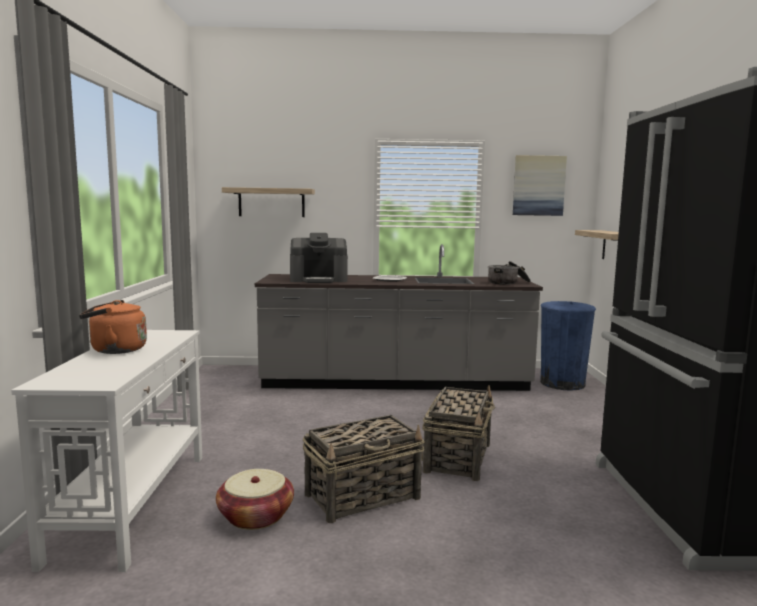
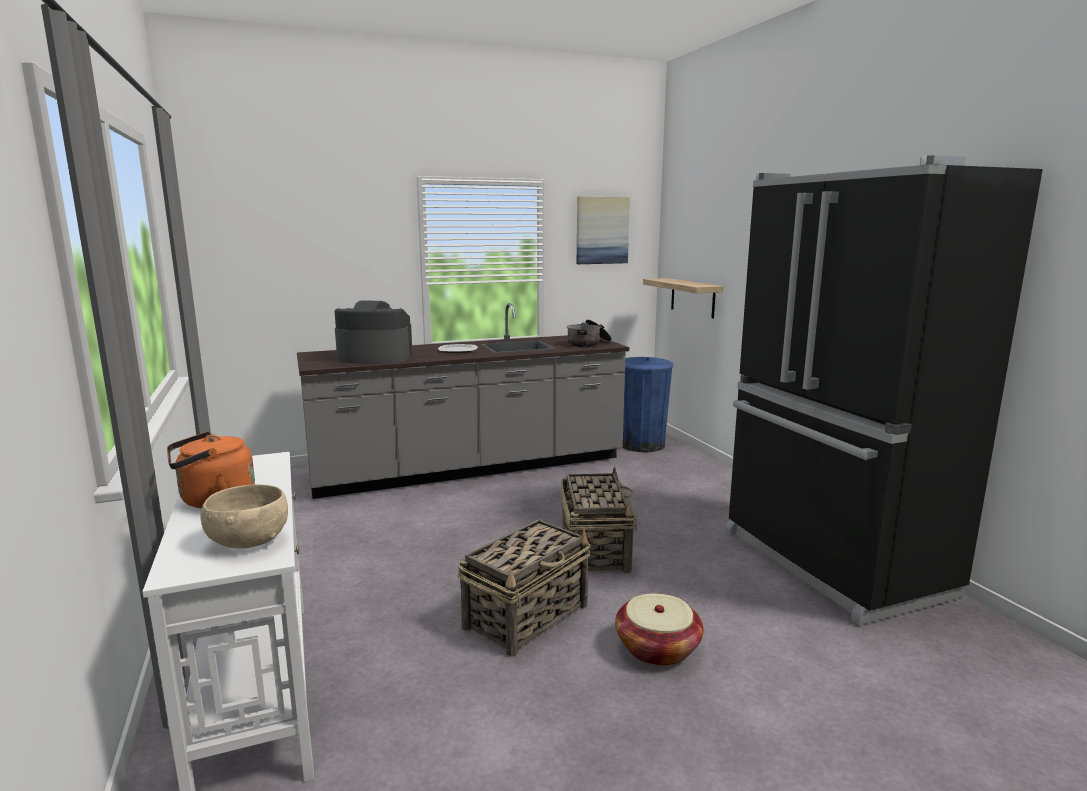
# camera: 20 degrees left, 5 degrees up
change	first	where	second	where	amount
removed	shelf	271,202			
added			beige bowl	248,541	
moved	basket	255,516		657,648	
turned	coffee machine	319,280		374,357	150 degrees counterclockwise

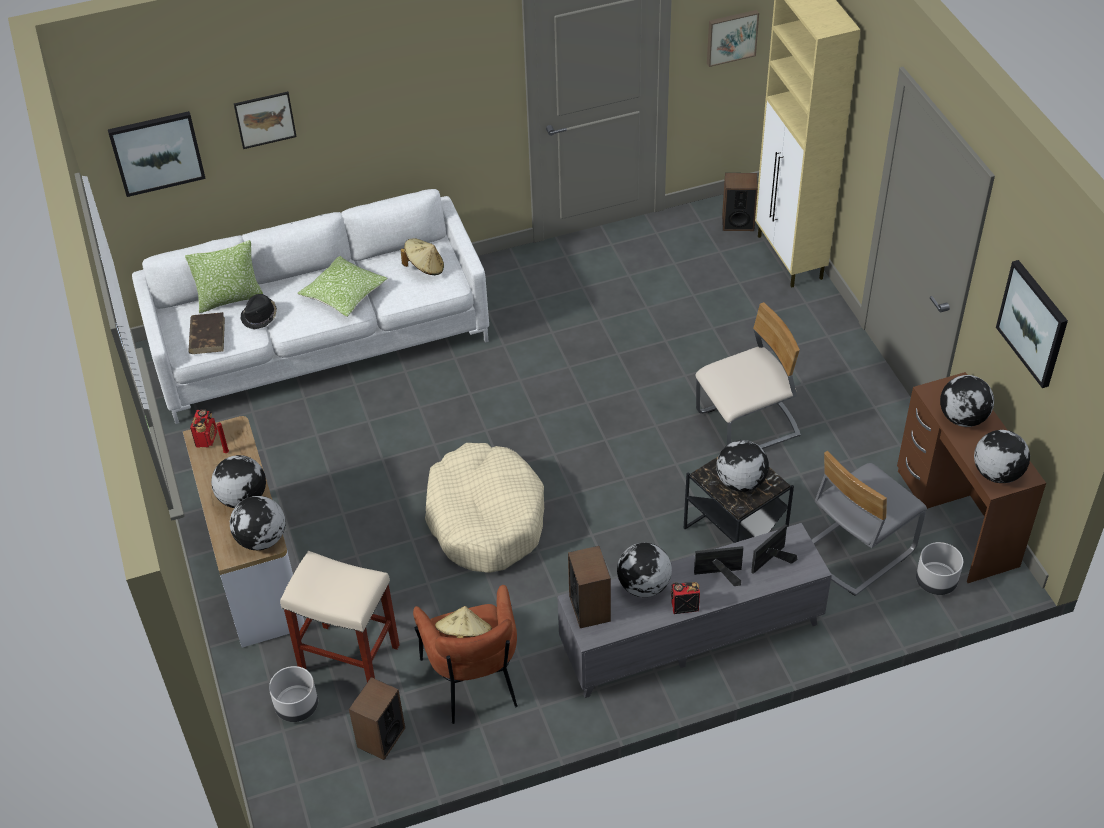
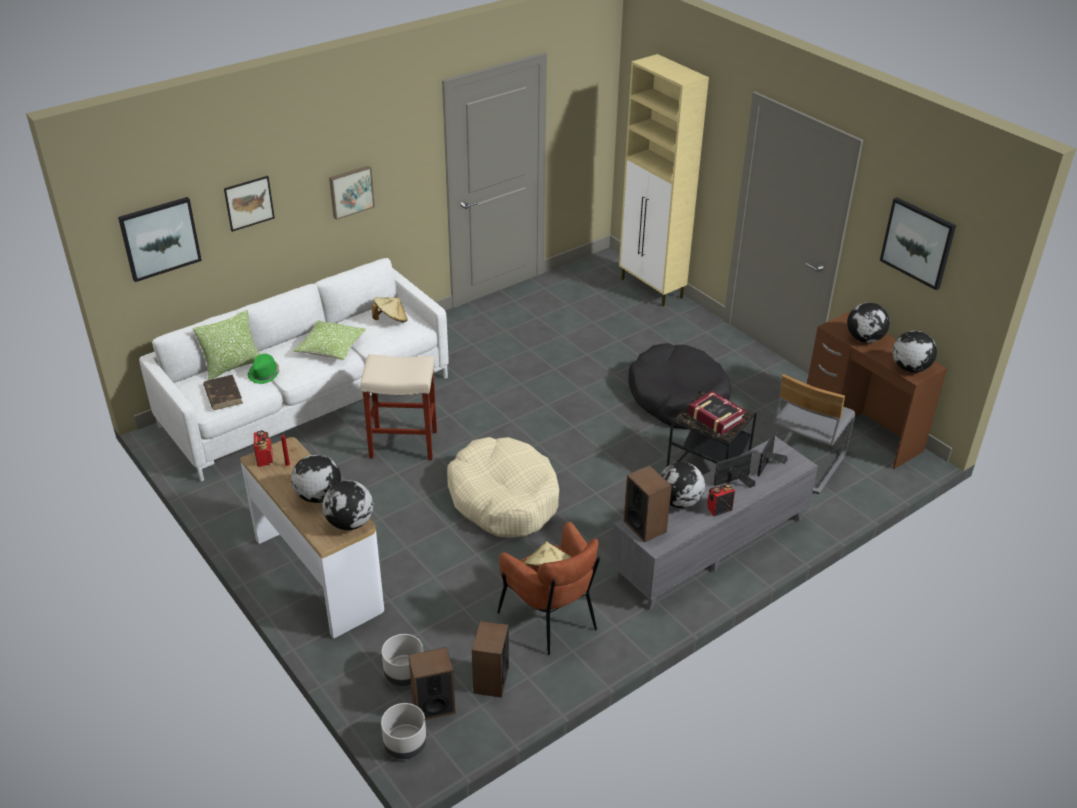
# camera: 20 degrees left, 10 degrees down
change	first	where	second	where	amount
moved	beige stool	348,658		402,444	
moved	picture	731,36		351,191	
moved	speaker	737,222		433,705	
moved	grey planter	935,581		405,745	
replaced	beige chair	748,426	black dog bed	678,398	
replaced	globe	740,482	book	715,417	
recoloured	black hat	260,316	green hat	264,374	

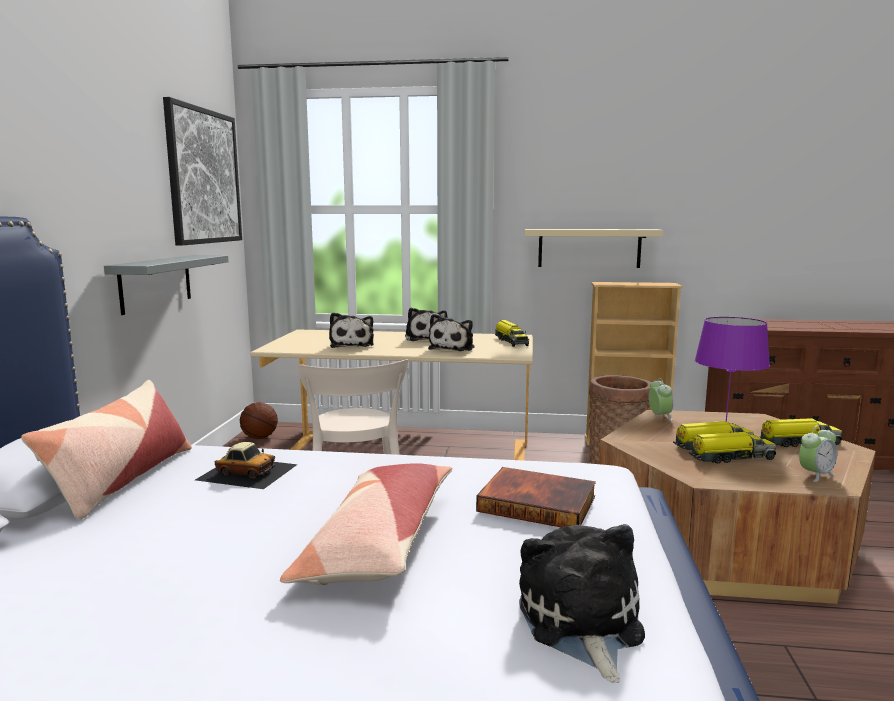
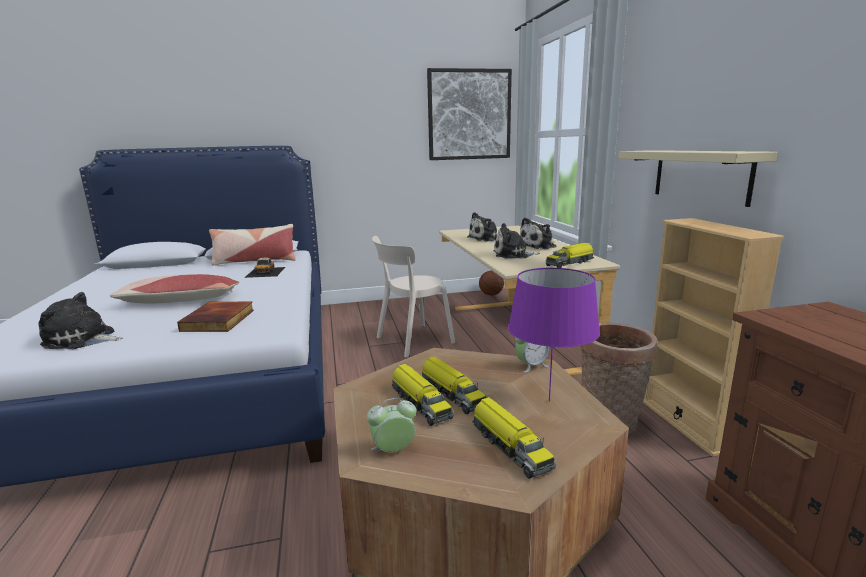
# camera: 70 degrees right, 5 degrees up
change	first	where	second	where	amount
removed	grey shelf	156,283			
turned	plush toy	581,623		82,339	150 degrees counterclockwise
turned	alarm clock	815,475		393,451	120 degrees clockwise

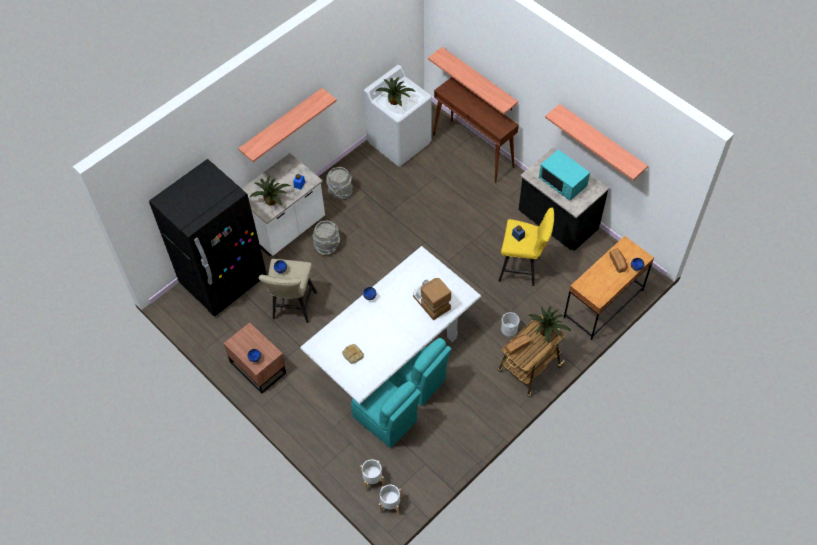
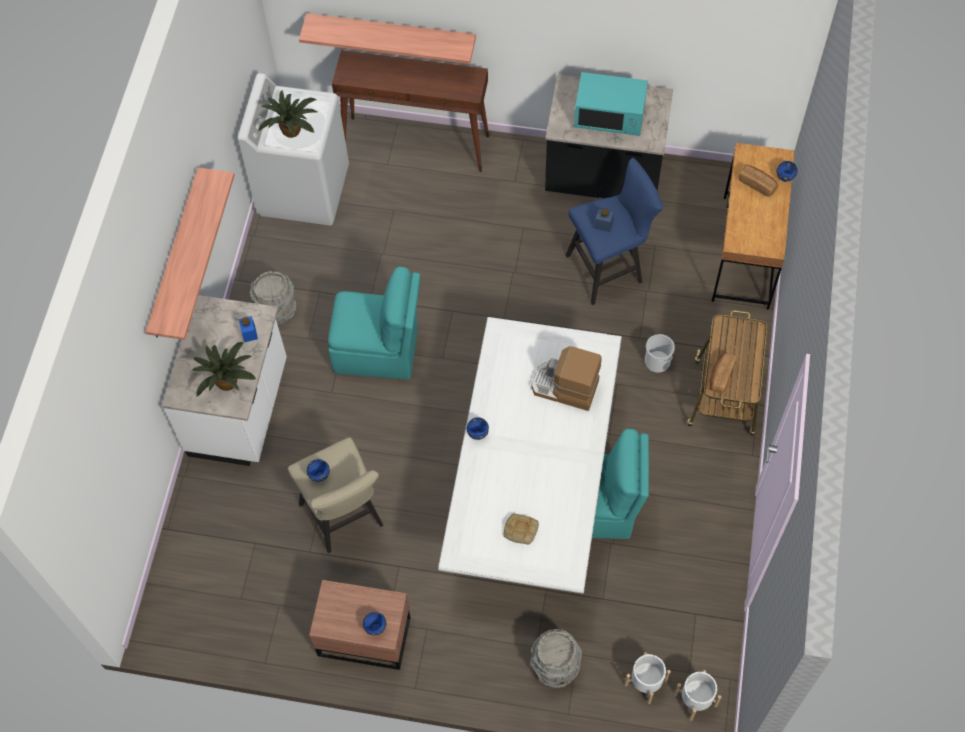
# camera: 35 degrees left, 5 degrees up
change	first	where	second	where	amount
removed	black fridge	224,281			
removed	potted plant	547,331			
removed	shelf	601,140			
moved	grey bucket	327,245		555,665	
moved	turquoise chair	386,420		378,351	
recoloured	yellow stool	522,269	blue stool	609,268	

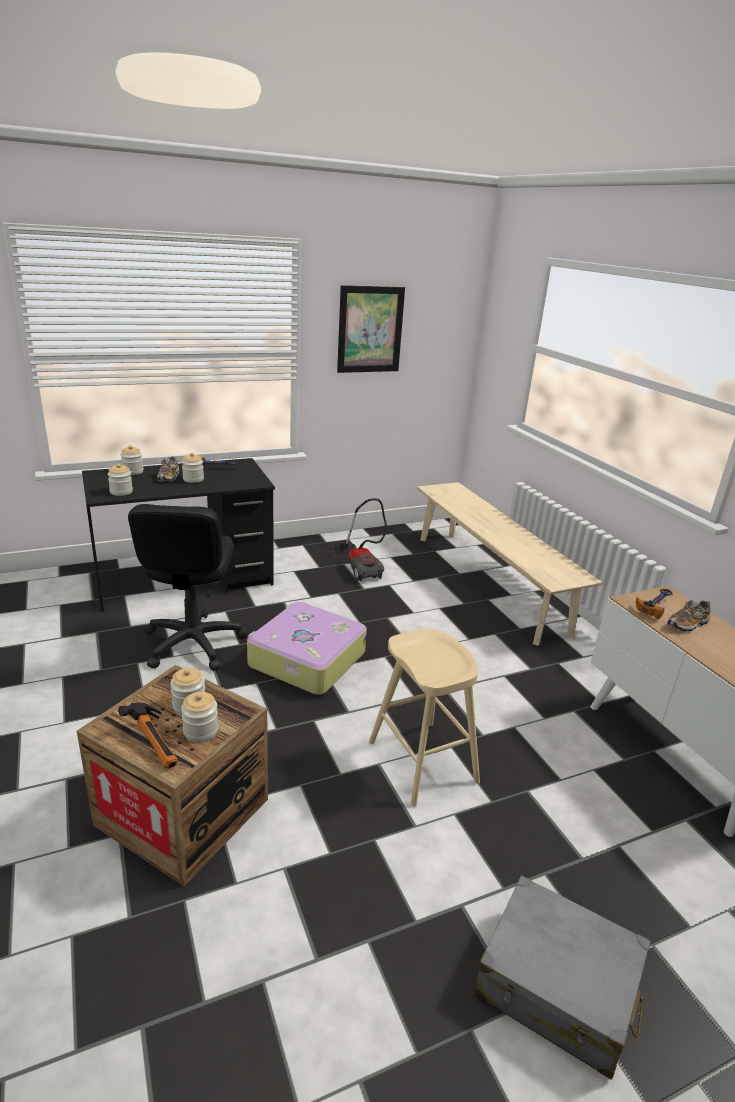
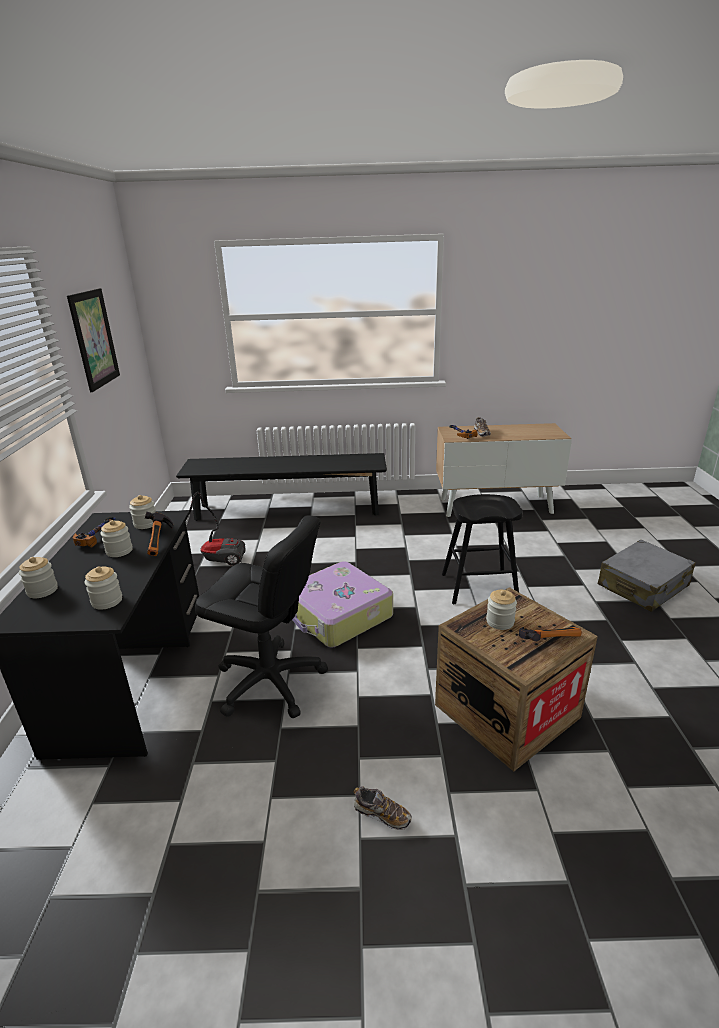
# camera: 65 degrees left, 0 degrees up
change	first	where	second	where	amount
added			hammer	161,542	
moved	shoe	169,477		382,814	
moved	jar	200,731		146,524	
recoloured	beige stool	422,761	black stool	478,587	
recoloured	beige bench	488,582	black bench	288,510	

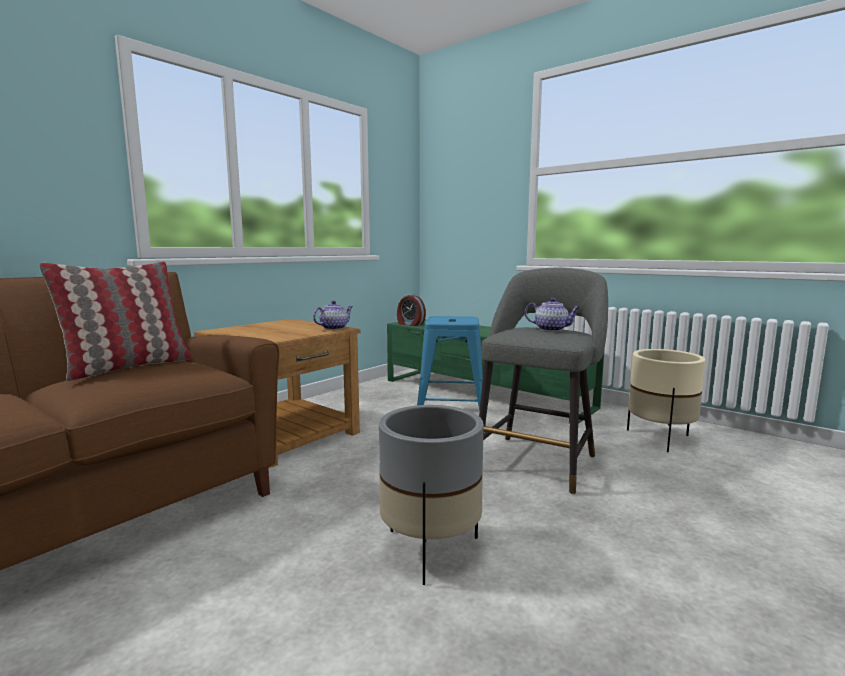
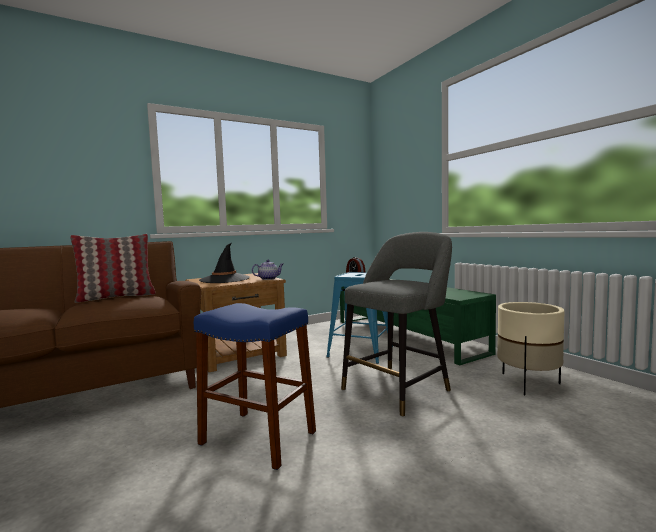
# camera: 20 degrees right, 5 degrees down
change	first	where	second	where	amount
removed	teapot	552,329			
added			black hat	225,279	
replaced	grey planter	430,549	blue stool	258,438	

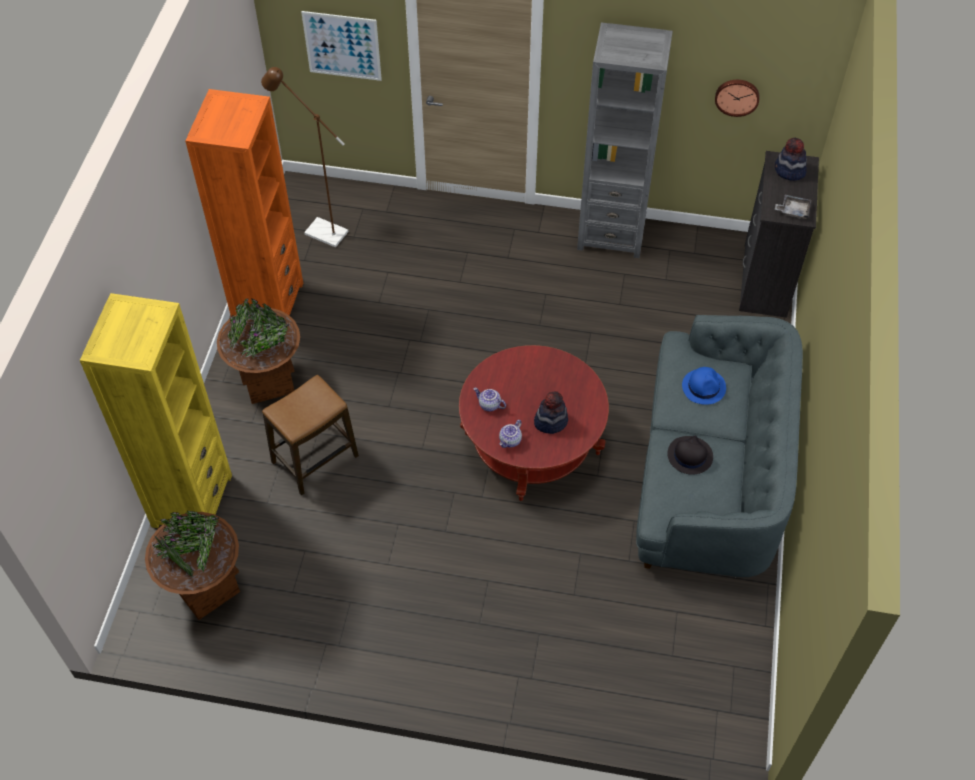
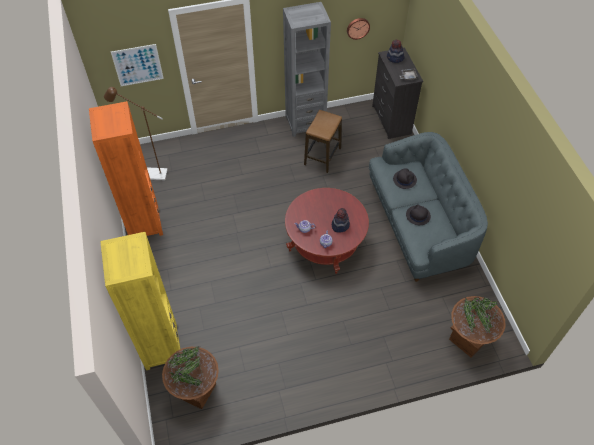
# camera: 25 degrees left, 0 degrees up
change	first	where	second	where	amount
moved	brown planter	268,381		468,339	
moved	stool	315,459		322,156	
recoloured	blue hat	704,387	black hat	404,179	

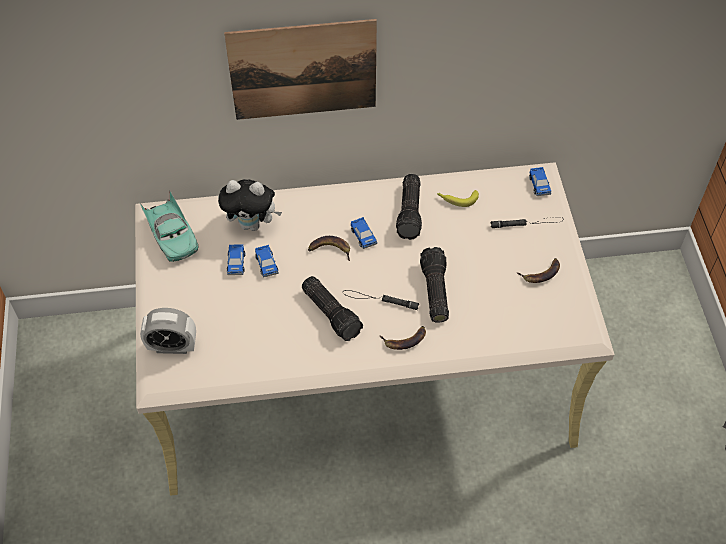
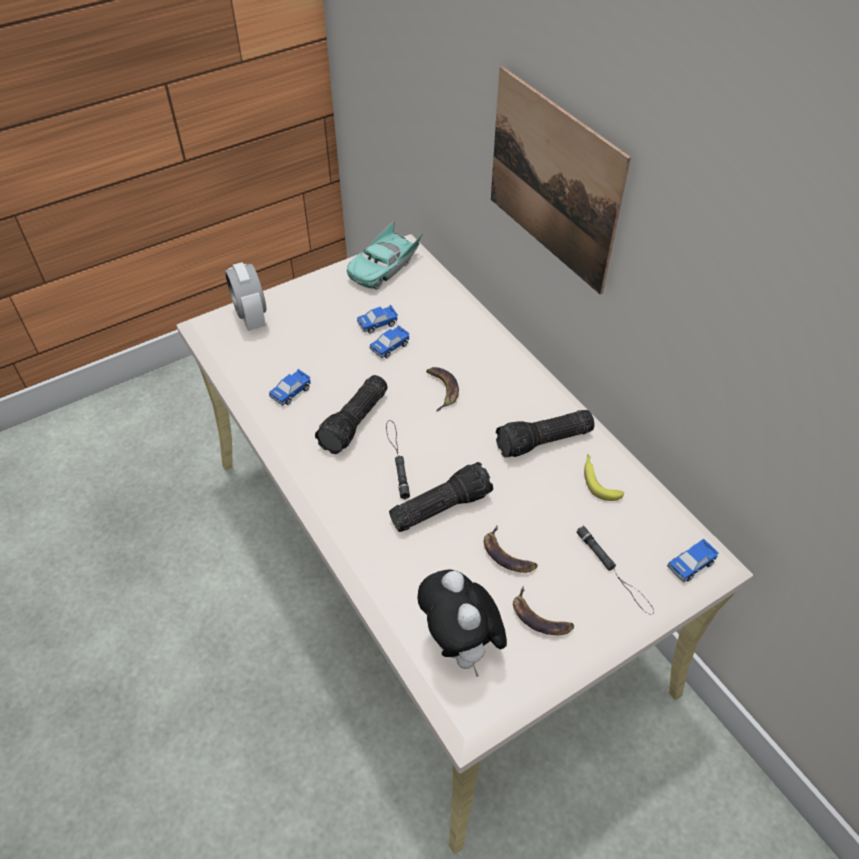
# camera: 65 degrees right, 5 degrees down
change	first	where	second	where	amount
moved	plush toy	252,224		461,647	
moved	toy car	363,236		291,392	
moved	banana	405,340		507,555	

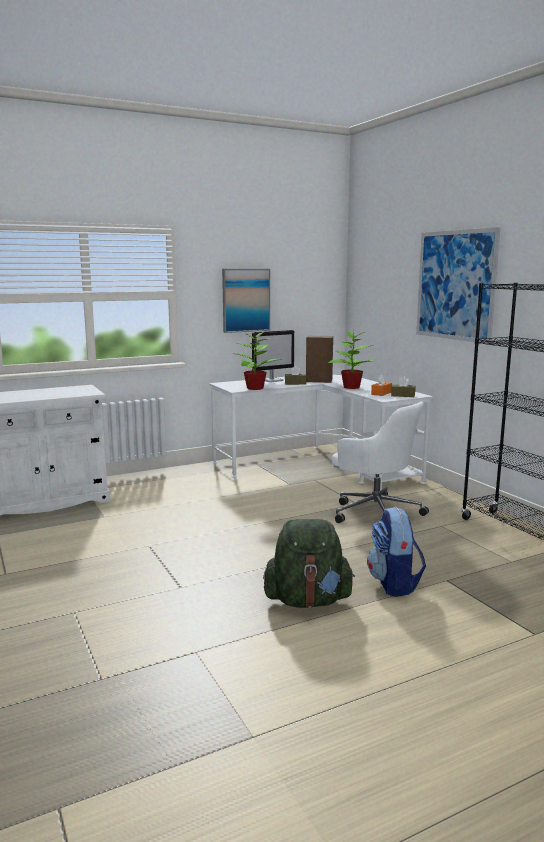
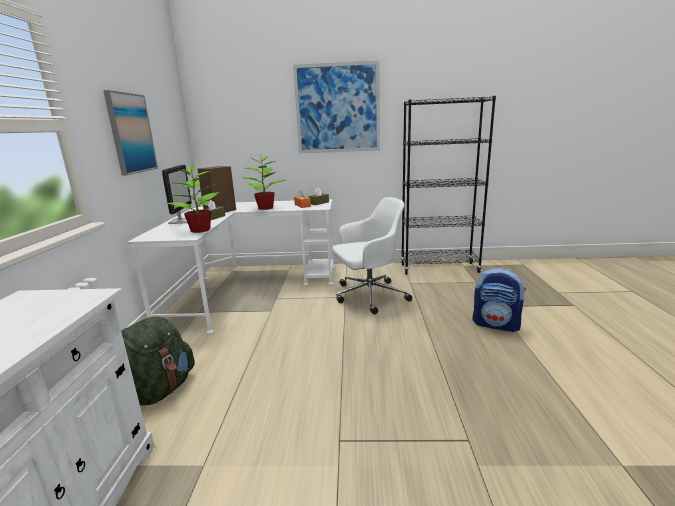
# camera: 60 degrees left, 5 degrees up
change	first	where	second	where	amount
moved	green backpack	308,601		159,391	

